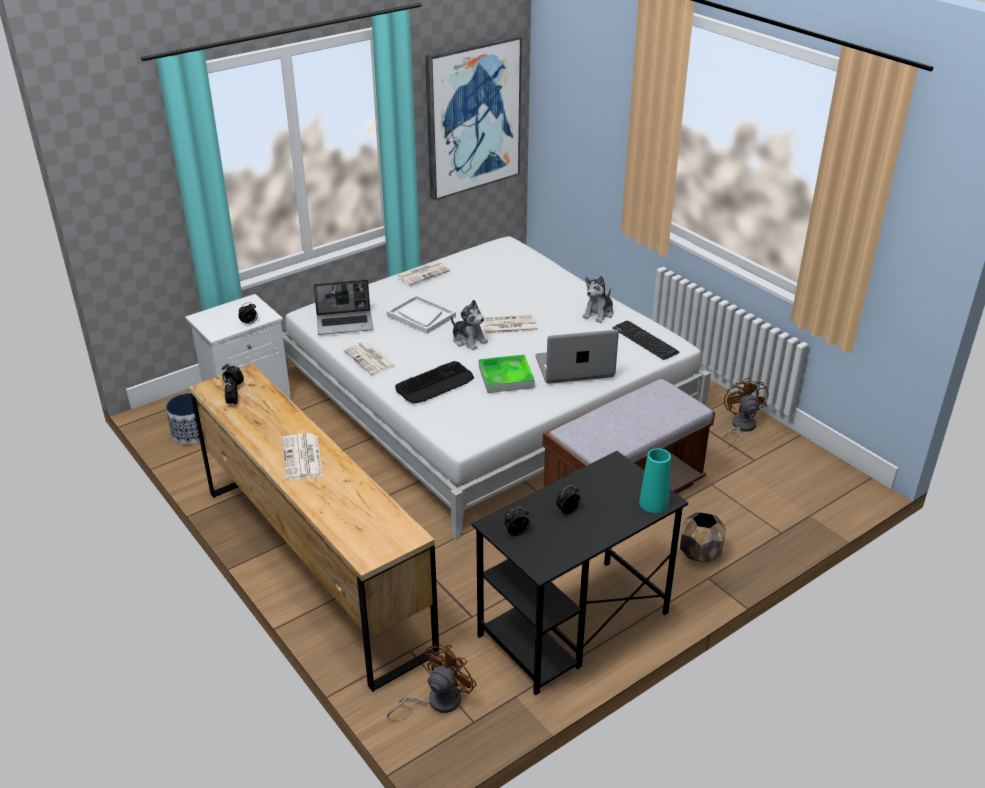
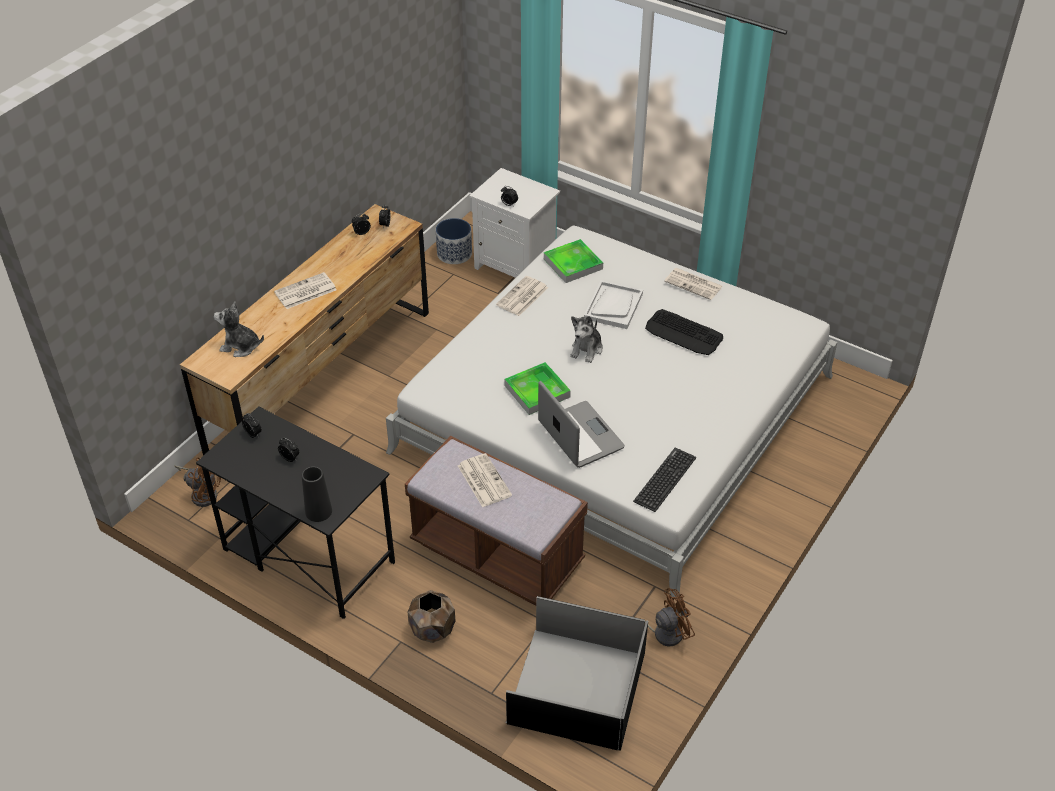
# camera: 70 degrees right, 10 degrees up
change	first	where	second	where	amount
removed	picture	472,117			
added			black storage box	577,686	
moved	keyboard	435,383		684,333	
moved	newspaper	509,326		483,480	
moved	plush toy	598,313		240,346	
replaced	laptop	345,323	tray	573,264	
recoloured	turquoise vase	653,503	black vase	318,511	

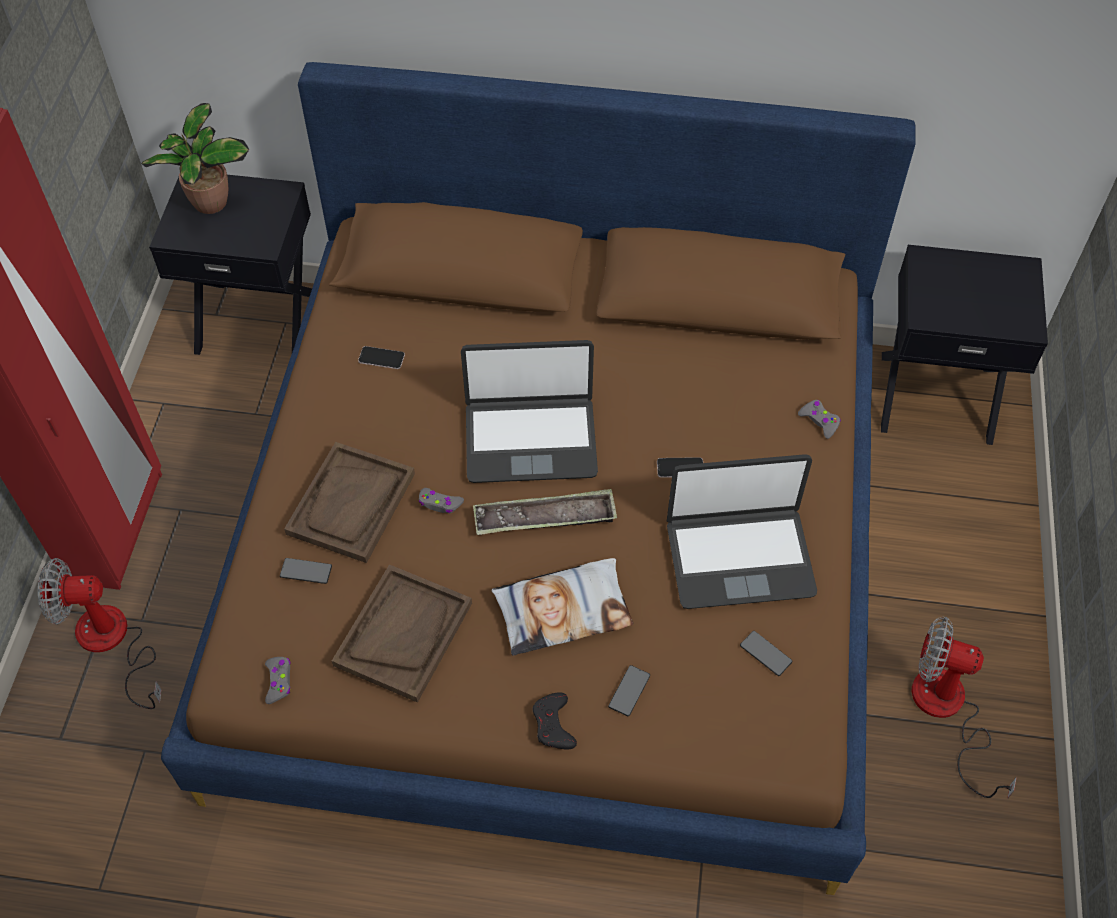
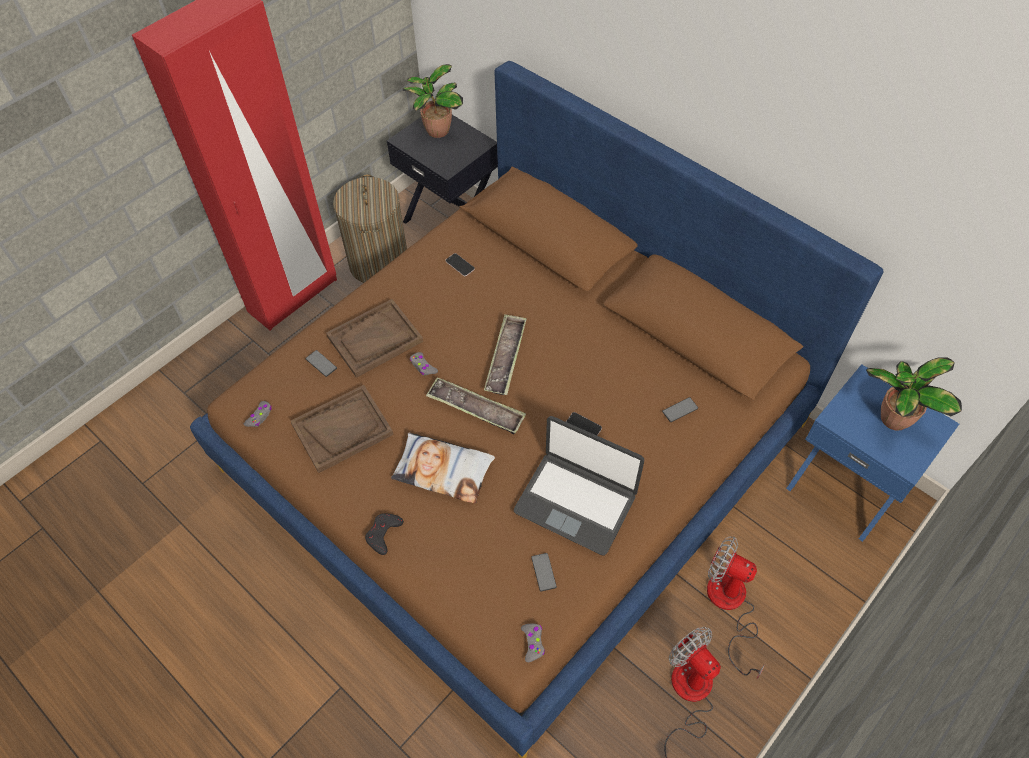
# camera: 35 degrees right, 0 degrees up
change	first	where	second	where	amount
added			laundry basket	379,263	
added			potted plant	892,419	
moved	fan	112,643		729,606	
moved	phone	629,691		680,410	
moved	grey game controller	819,421		533,643	
replaced	laptop	530,439	tray	506,358	
recoloured	black nightstand	936,395	blue nightstand	845,486	

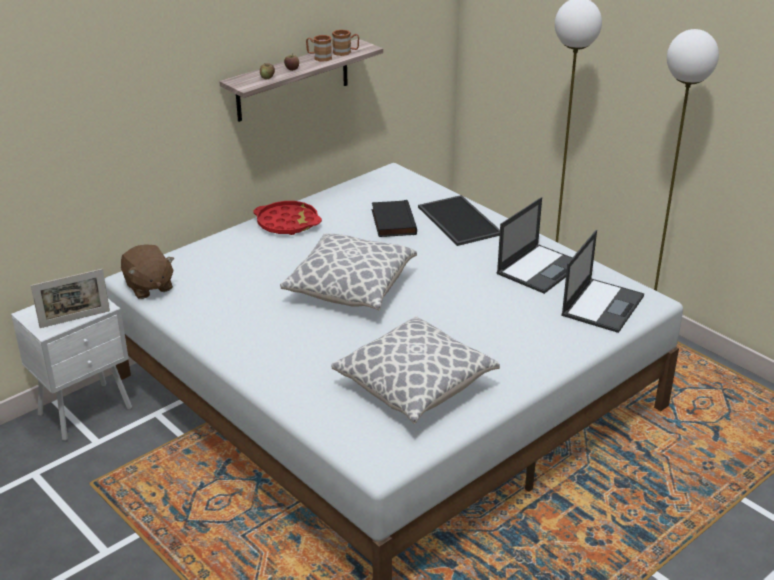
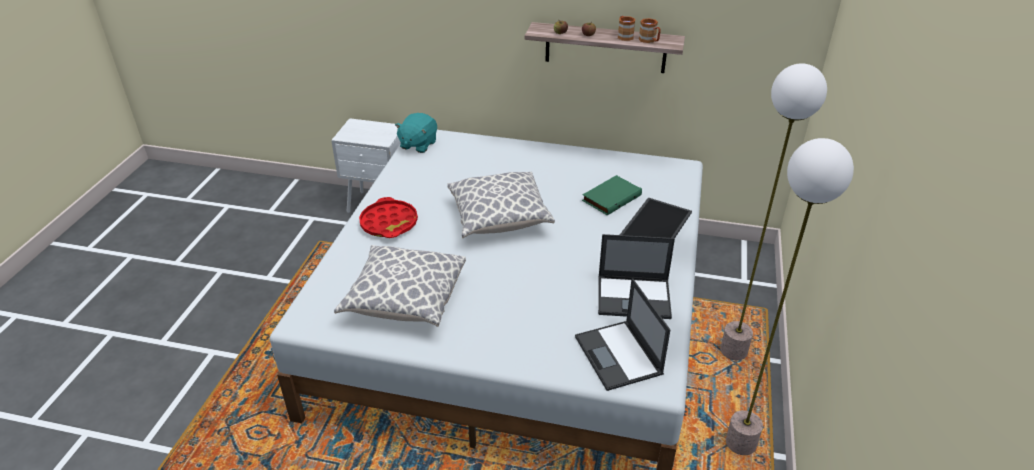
# camera: 55 degrees right, 5 degrees up
change	first	where	second	where	amount
removed	picture frame	75,319			
moved	red tray	287,223		389,223	
recoloured	brown plush toy	148,287	turquoise plush toy	418,144	
recoloured	black book	392,222	green book	611,197	
turned	laptop	602,305		619,356	75 degrees clockwise

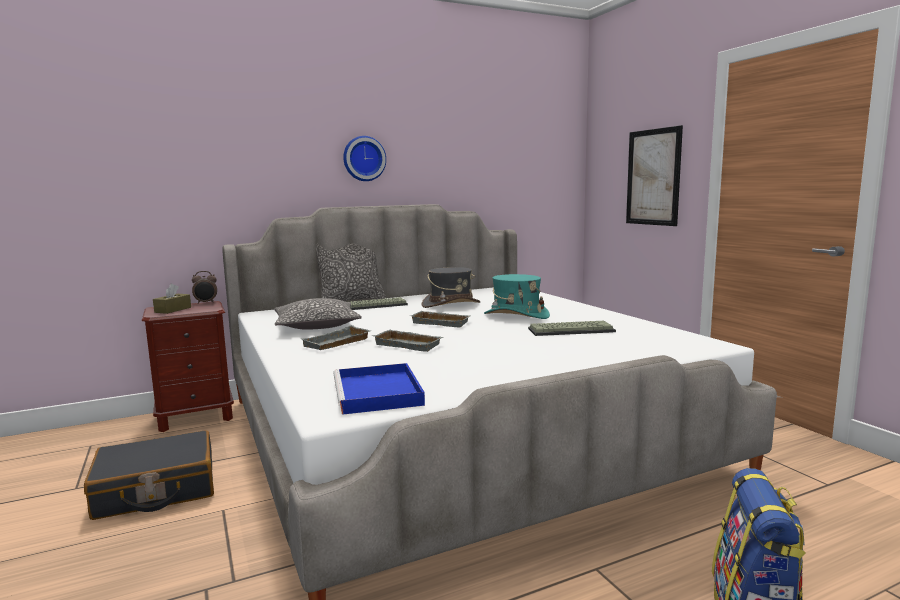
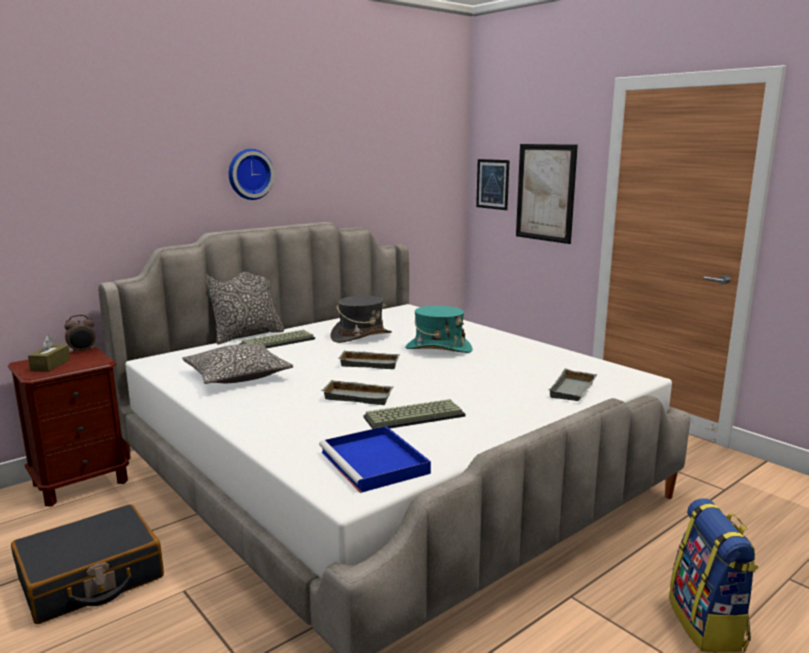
# camera: 15 degrees left, 5 degrees up
change	first	where	second	where	amount
added			picture	492,184	
moved	grey tray	337,343		574,391	
moved	keyboard	571,330		414,416	

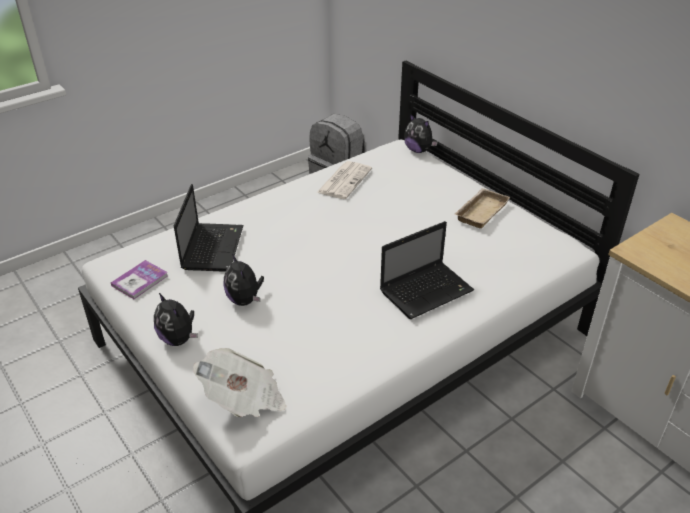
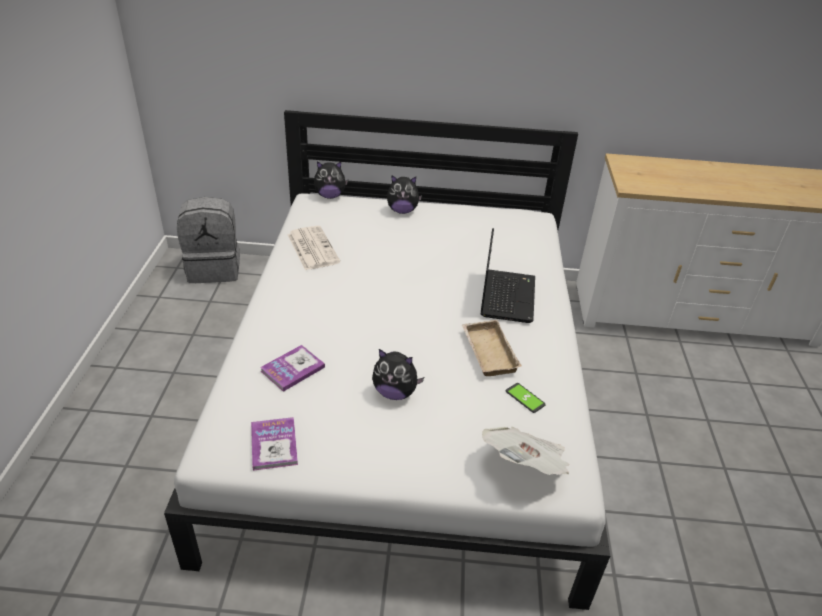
# camera: 50 degrees left, 0 degrees up
change	first	where	second	where	amount
added			phone	525,398	
moved	plush toy	178,339		402,211	
moved	beige tray	480,211		487,352	
replaced	laptop	212,247	book	292,369	

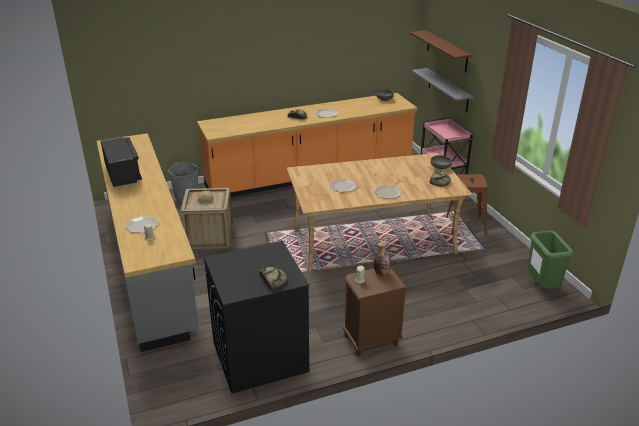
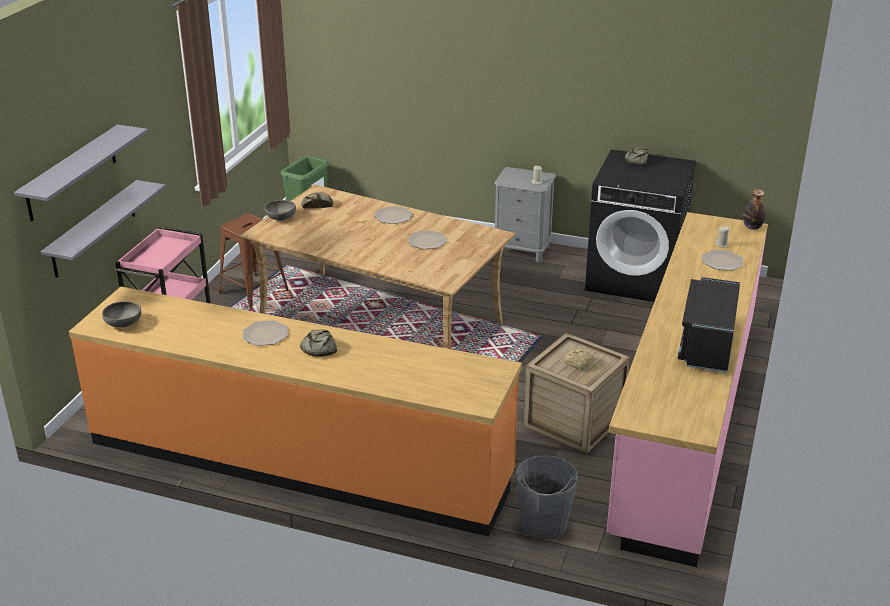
# camera: 140 degrees left, 0 degrees up
change	first	where	second	where	amount
moved	bottle	382,273		752,227	
recoloured	grey counter	150,262	pink counter	684,421	
recoloured	brown nightstand	370,340	grey nightstand	522,250	
recoloured	brown shelf	447,51	grey shelf	71,173	

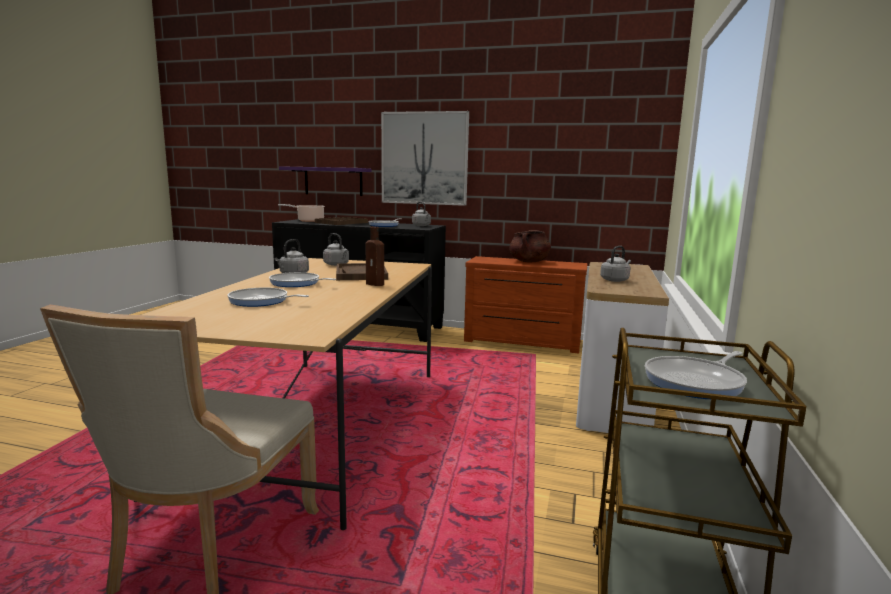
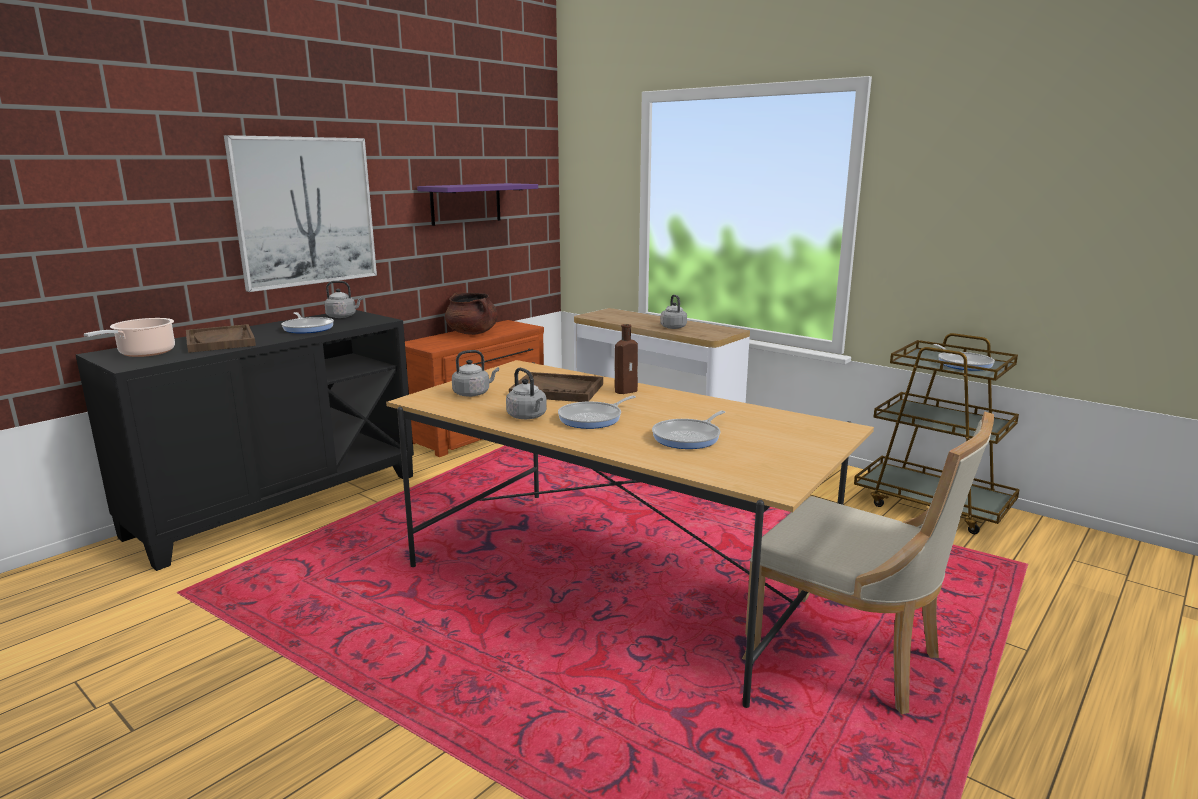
# camera: 65 degrees left, 5 degrees up
change	first	where	second	where	amount
moved	purple shelf	333,181		466,203	

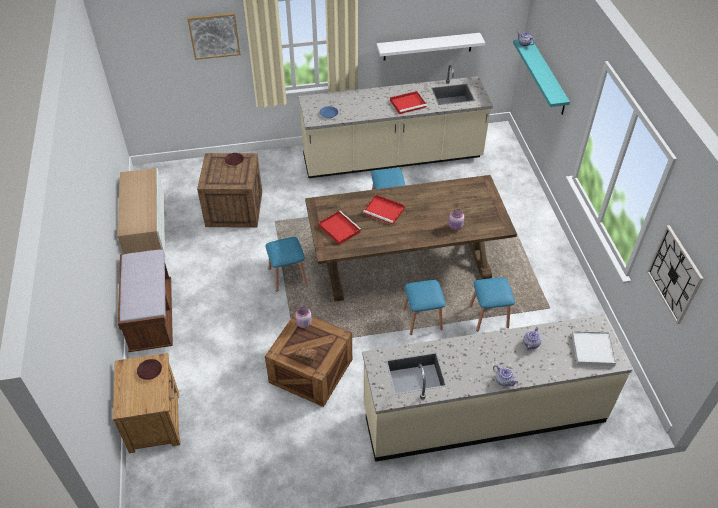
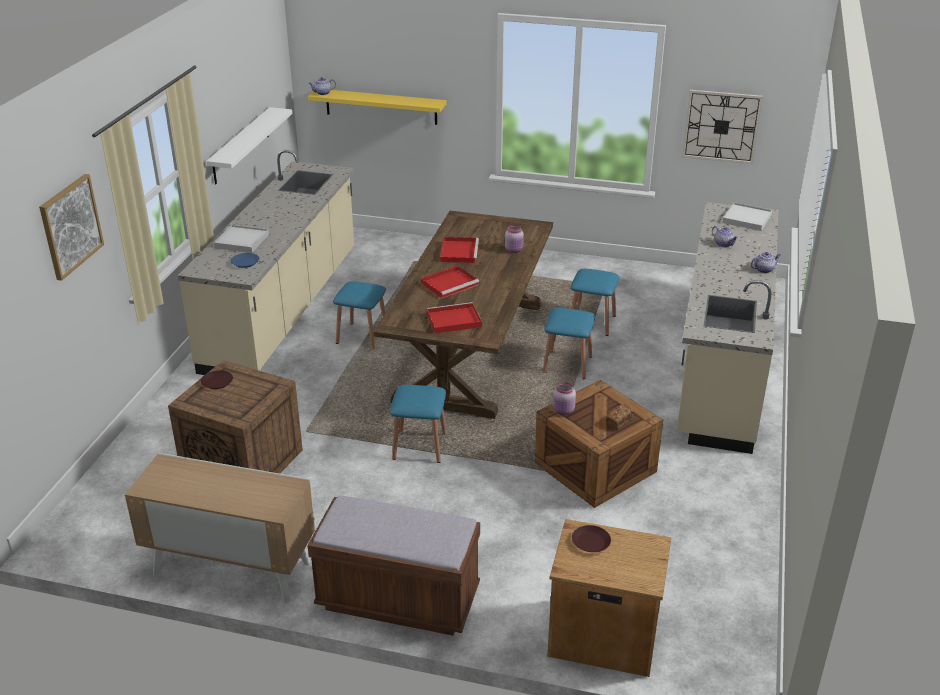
# camera: 65 degrees left, 15 degrees down
change	first	where	second	where	amount
added			white tray	241,241	
moved	red tray	408,103		459,252	
recoloured	turquoise shelf	547,77	yellow shelf	381,106	

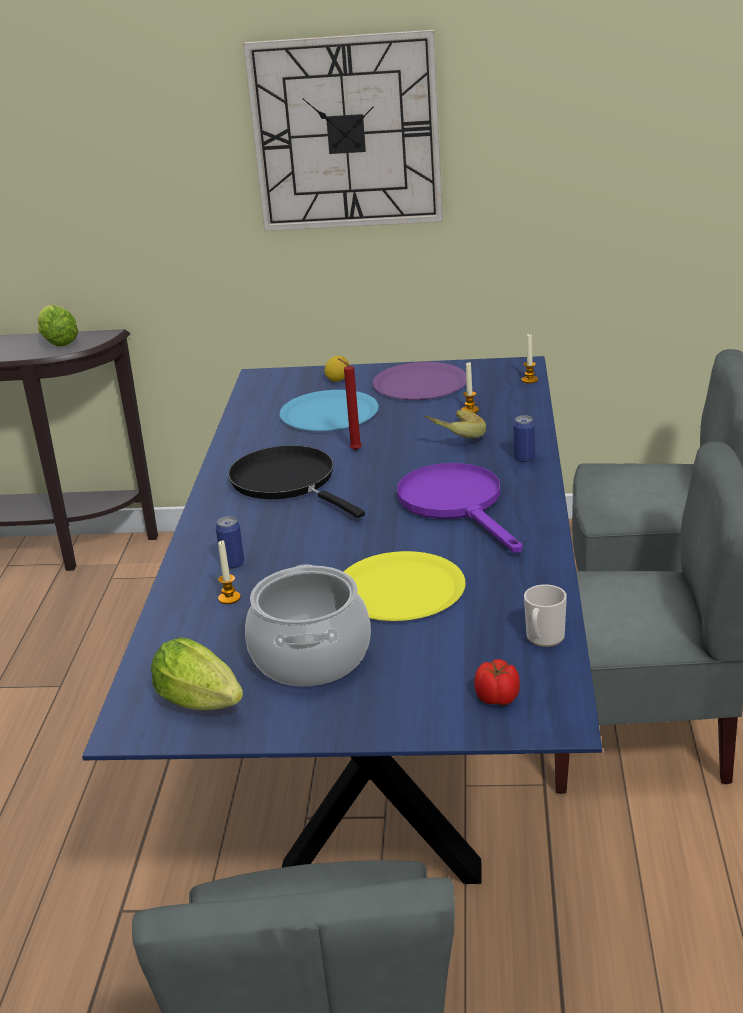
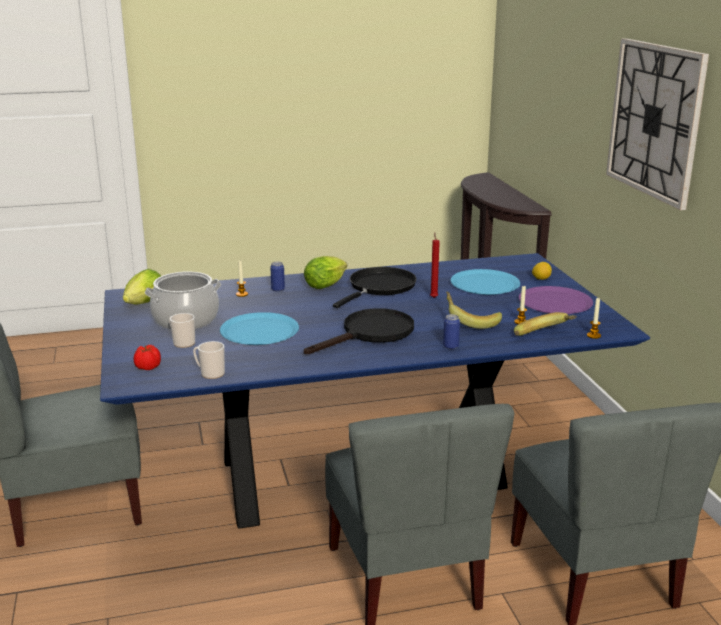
# camera: 70 degrees right, 5 degrees down
change	first	where	second	where	amount
added			mug	182,342	
added			banana	545,337	
moved	lettuce	58,341		327,285	
recoloured	yellow plate	400,589	blue plate	259,331	
recoloured	purple frying pan	457,505	black frying pan	371,334	

